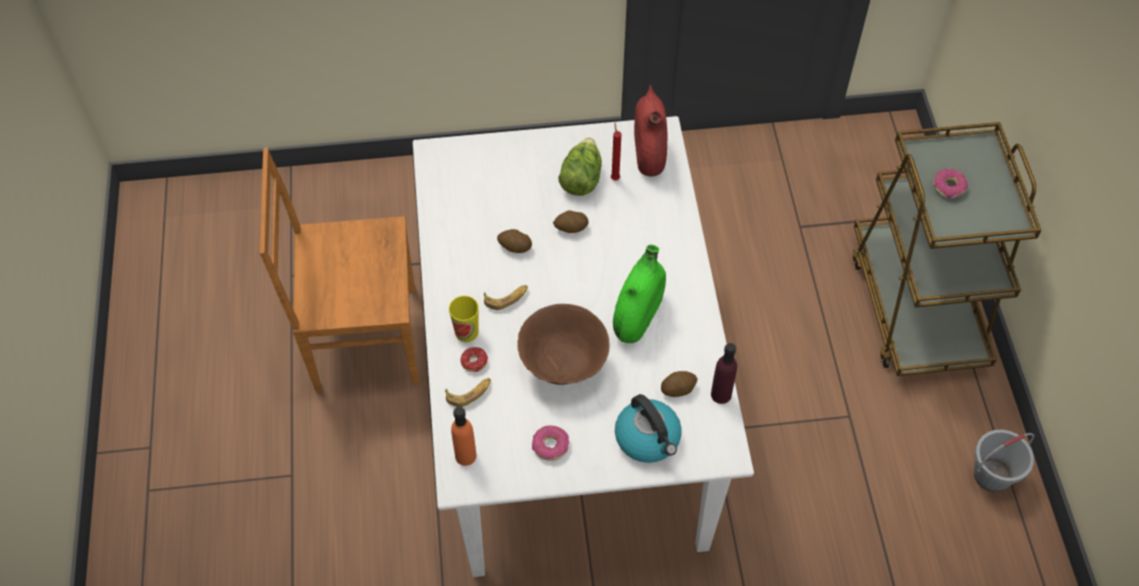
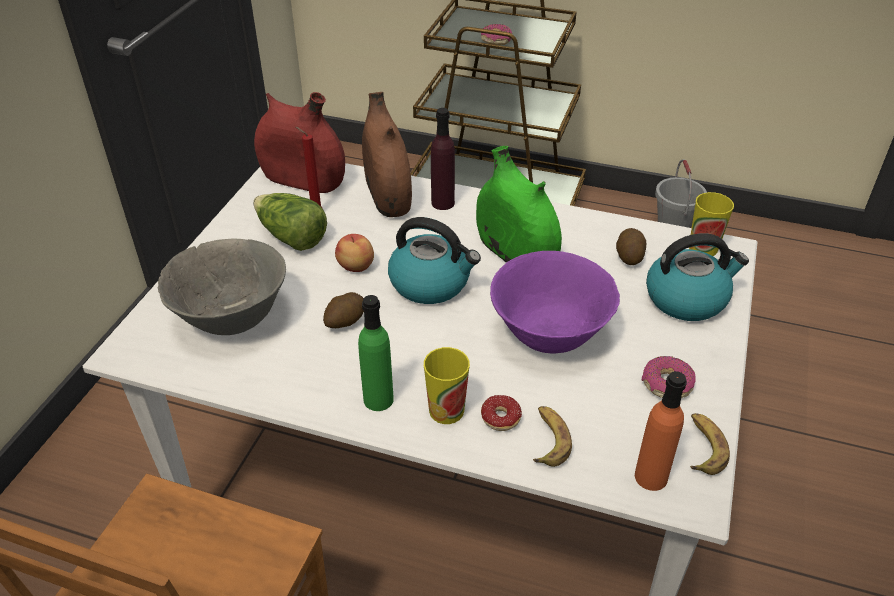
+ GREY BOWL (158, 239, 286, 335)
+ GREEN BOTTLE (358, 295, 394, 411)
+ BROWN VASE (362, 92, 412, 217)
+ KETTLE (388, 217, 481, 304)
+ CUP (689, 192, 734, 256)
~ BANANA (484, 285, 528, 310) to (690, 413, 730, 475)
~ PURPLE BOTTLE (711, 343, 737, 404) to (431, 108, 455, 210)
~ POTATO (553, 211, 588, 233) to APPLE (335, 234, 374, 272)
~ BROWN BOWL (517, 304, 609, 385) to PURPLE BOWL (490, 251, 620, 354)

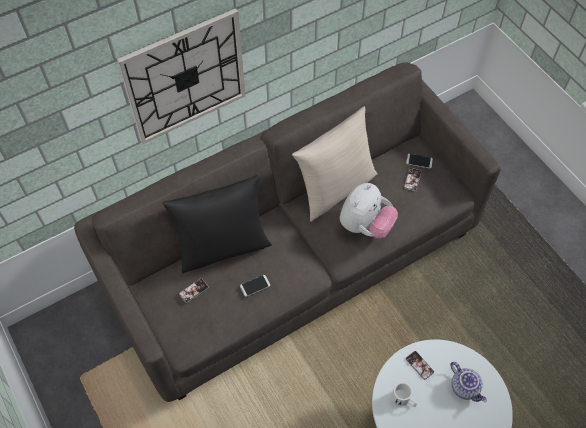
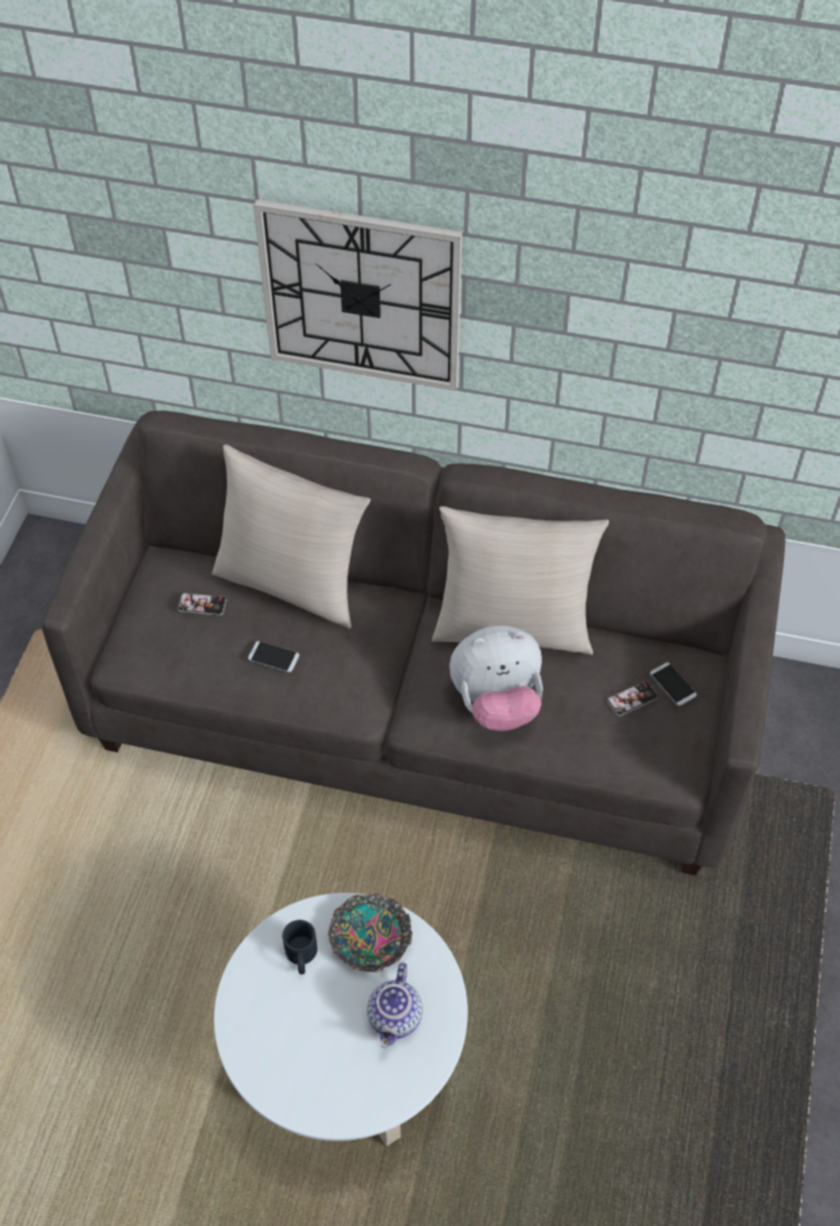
~ PHONE (406, 351, 434, 380) to BOWL (328, 893, 412, 973)
~ BLACK PILLOW (162, 175, 272, 273) to BEIGE PILLOW (212, 444, 371, 628)
~ WHITE MUG (392, 382, 417, 407) to BLACK MUG (282, 920, 317, 974)

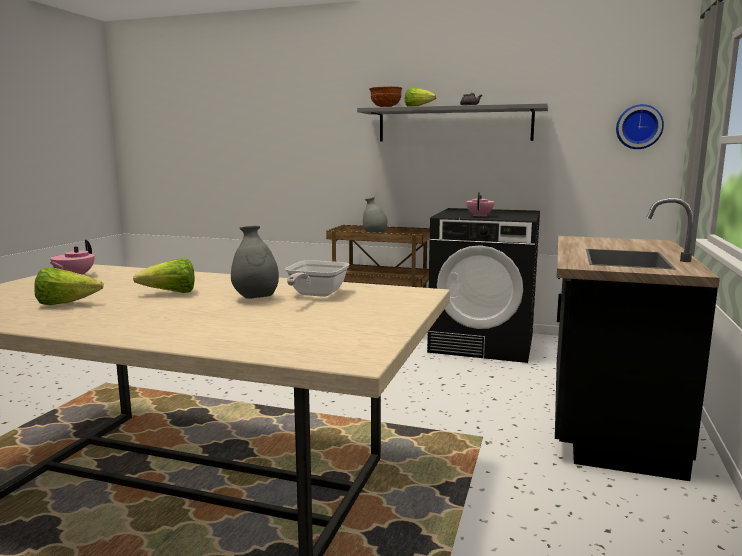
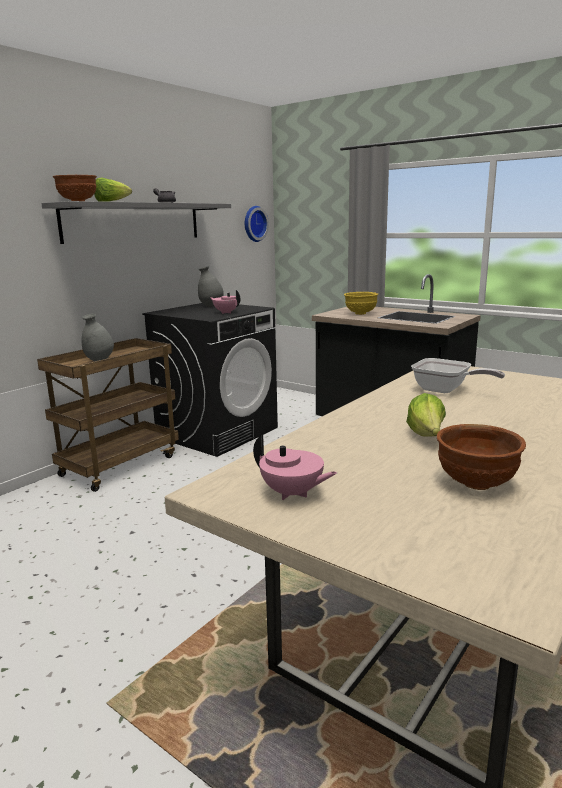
+ YELLOW BOWL (344, 292, 378, 315)
~ GREY VASE (231, 226, 279, 299) to (198, 266, 224, 307)
~ LETTUCE (34, 267, 104, 305) to BROWN BOWL (437, 424, 526, 490)

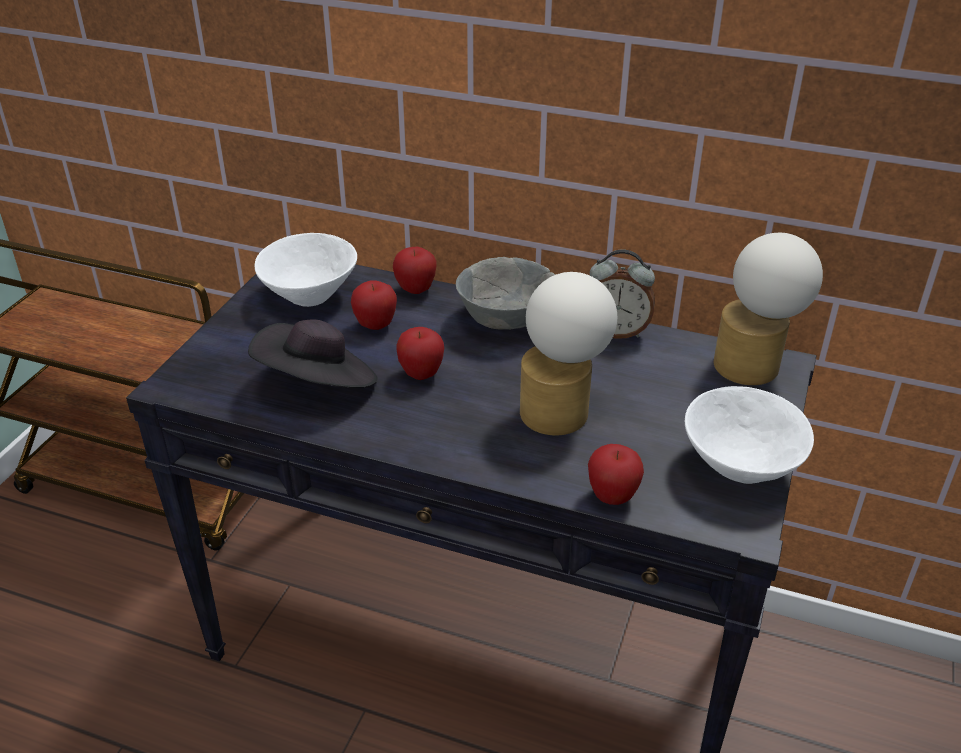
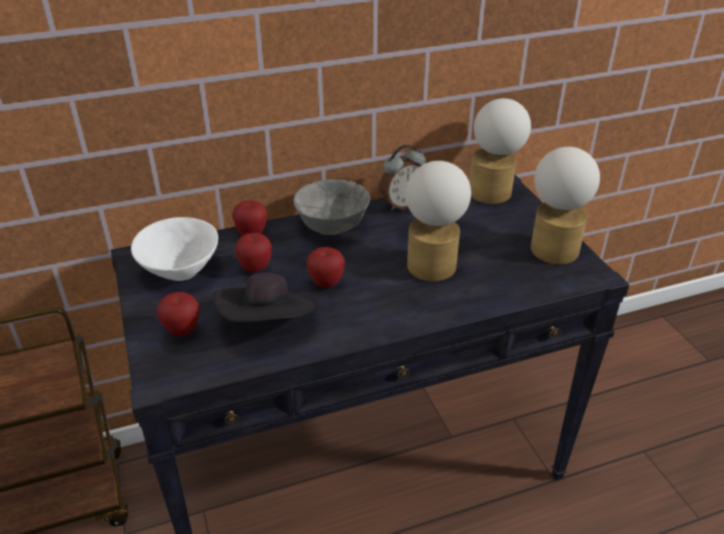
~ APPLE (588, 444, 644, 505) to (157, 292, 200, 336)
~ WHITE BOWL (685, 386, 814, 484) to TABLE LAMP (531, 147, 600, 264)

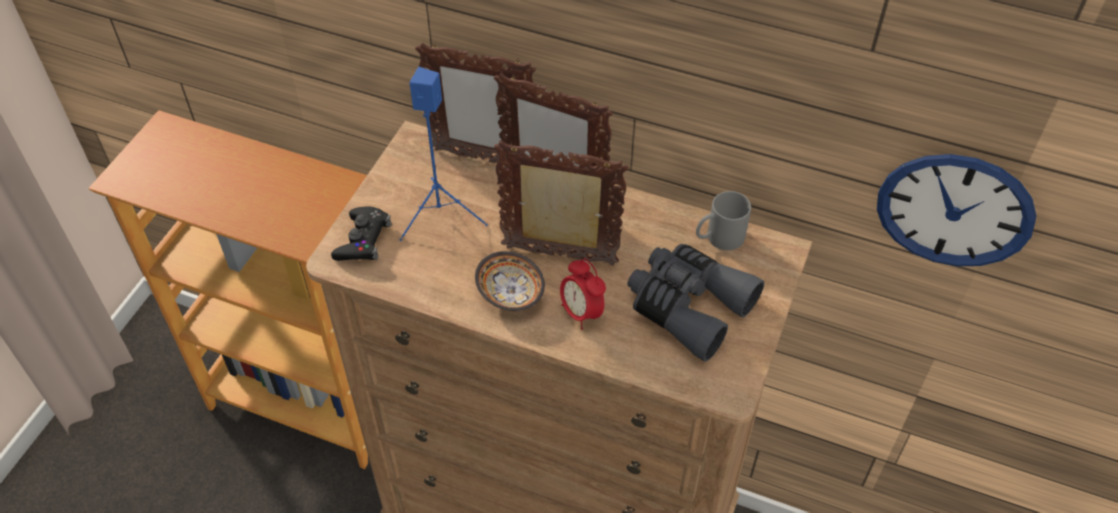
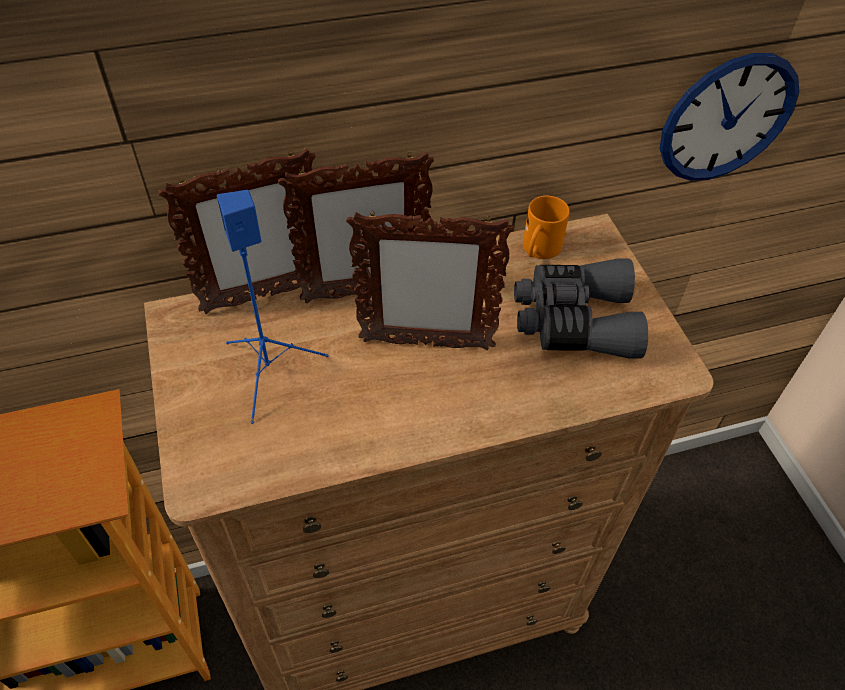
- BLACK GAME CONTROLLER (331, 206, 391, 261)
- BOWL (475, 251, 545, 311)
- ALARM CLOCK (560, 258, 606, 330)
~ GREY MUG (696, 191, 751, 250) to ORANGE MUG (523, 196, 570, 259)
~ PICTURE FRAME (494, 141, 629, 266) = (346, 210, 514, 350) 150 degrees counterclockwise

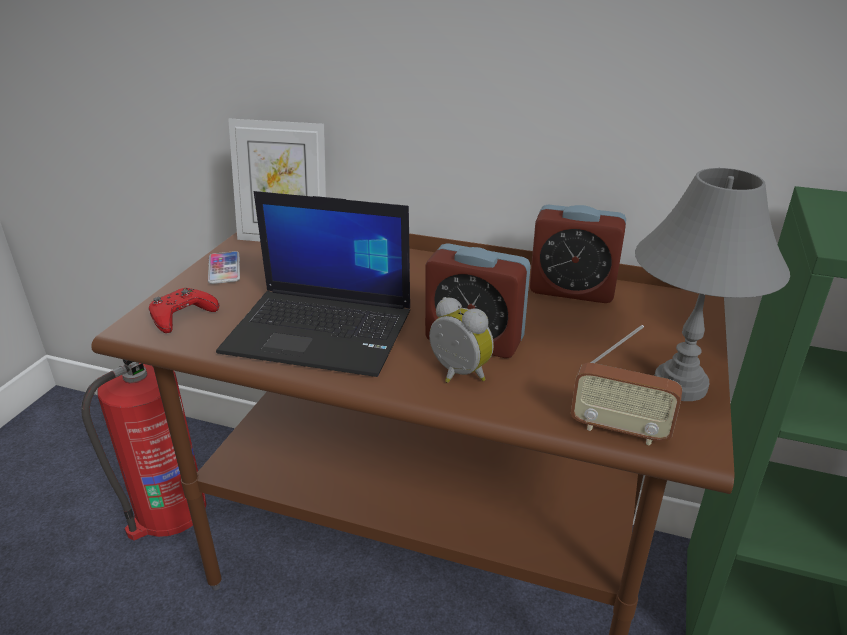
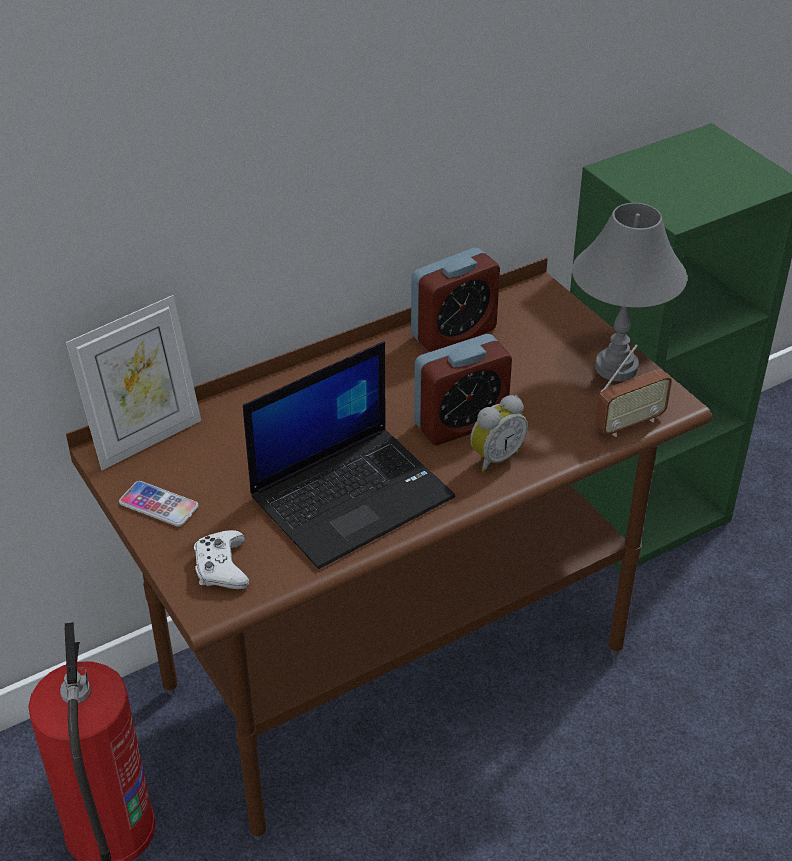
~ RED GAME CONTROLLER (149, 288, 220, 333) to WHITE GAME CONTROLLER (194, 530, 250, 589)
~ ALARM CLOCK (429, 297, 494, 383) = (470, 395, 528, 472) 150 degrees clockwise

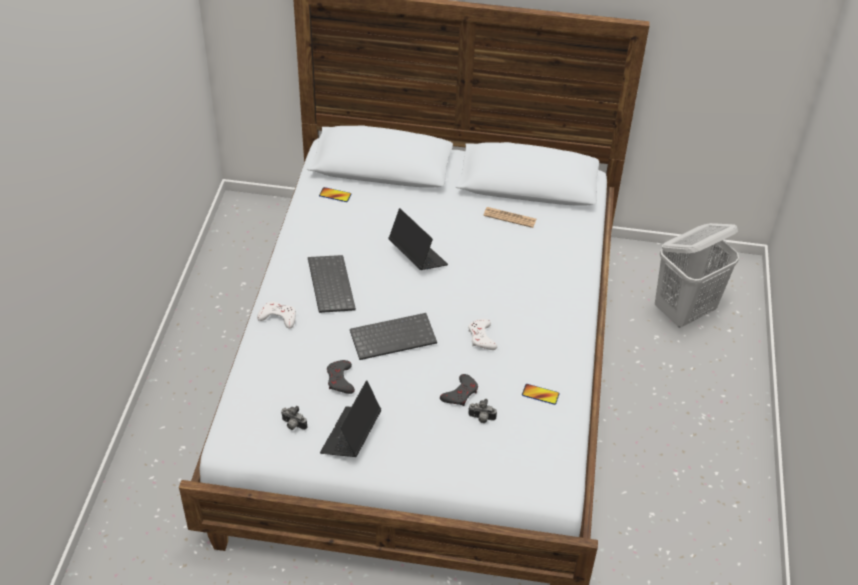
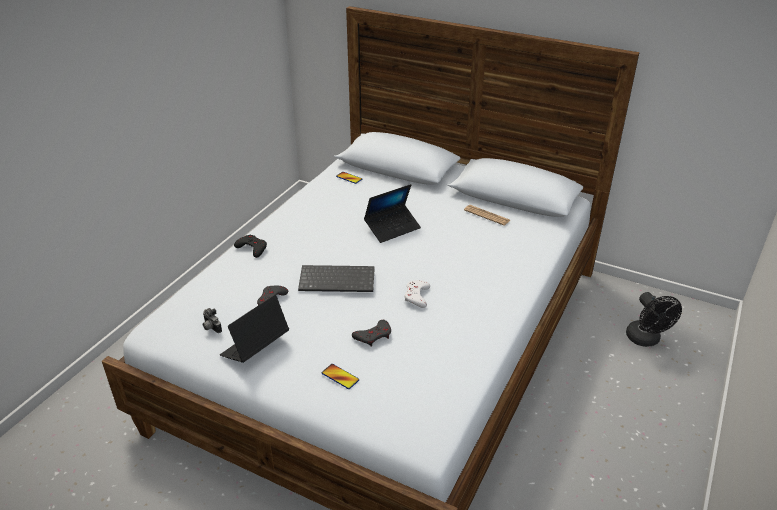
- KEYBOARD (308, 255, 356, 313)
- PHOTO CAMERA (468, 399, 497, 423)
~ PHONE (522, 384, 560, 405) to (322, 364, 359, 389)
~ WHITE LAUNDRY BASKET (655, 223, 739, 328) to BLACK FAN (626, 292, 682, 347)
~ WHITE GAME CONTROLLER (257, 301, 296, 329) to BLACK GAME CONTROLLER (234, 234, 267, 258)
~ LAPTOP (388, 208, 448, 270) = (364, 184, 421, 243) 75 degrees clockwise

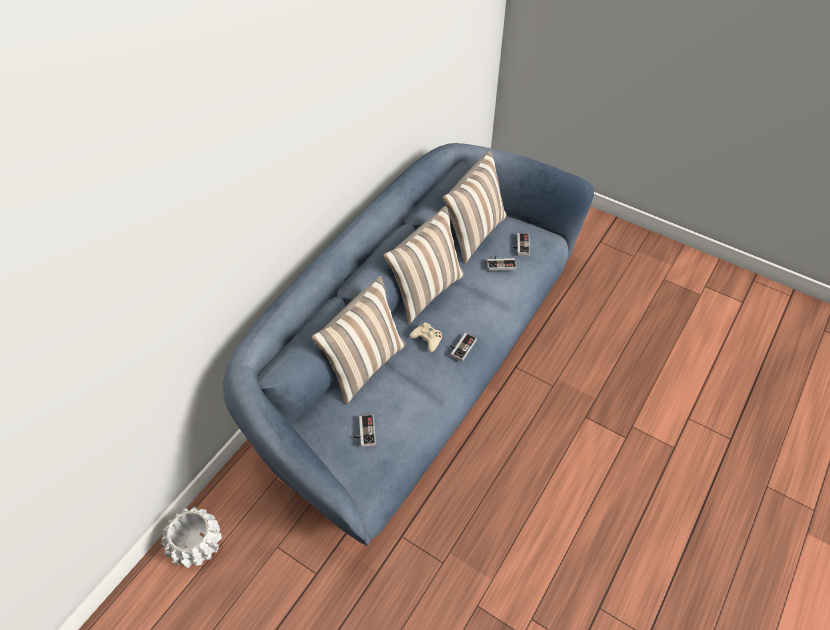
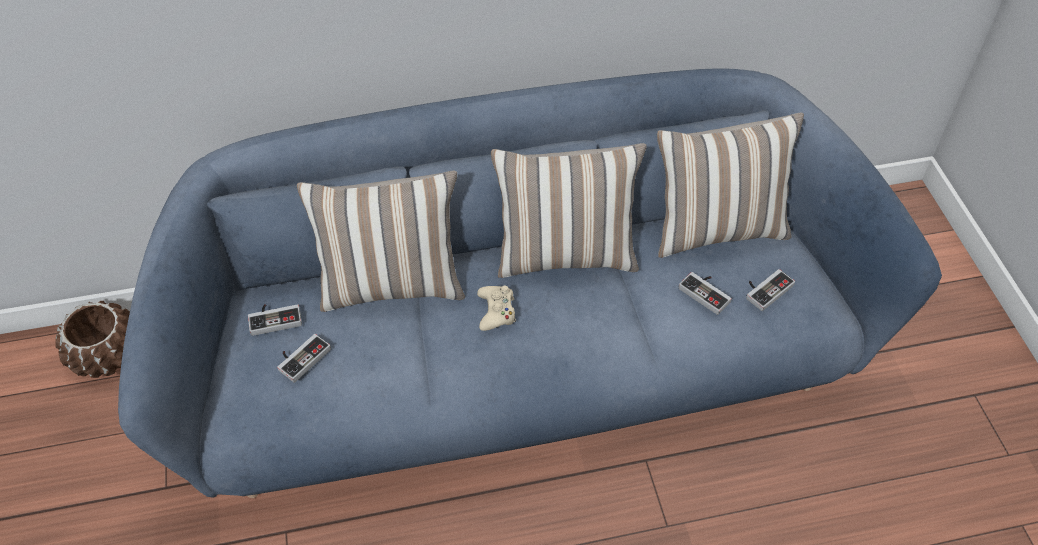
~ GAME CONTROLLER (450, 333, 477, 362) to (248, 304, 302, 336)
~ WHITE PLANTER (161, 507, 222, 568) to BROWN PLANTER (55, 301, 130, 378)

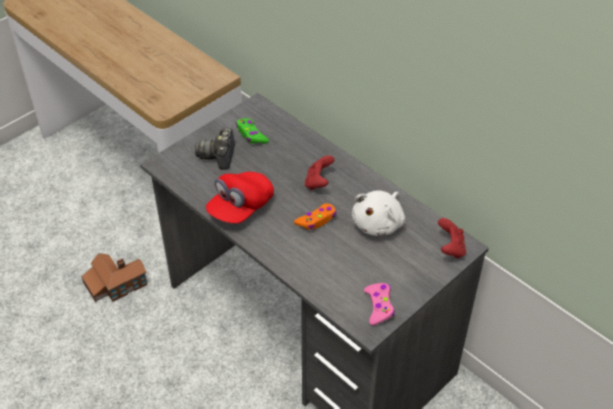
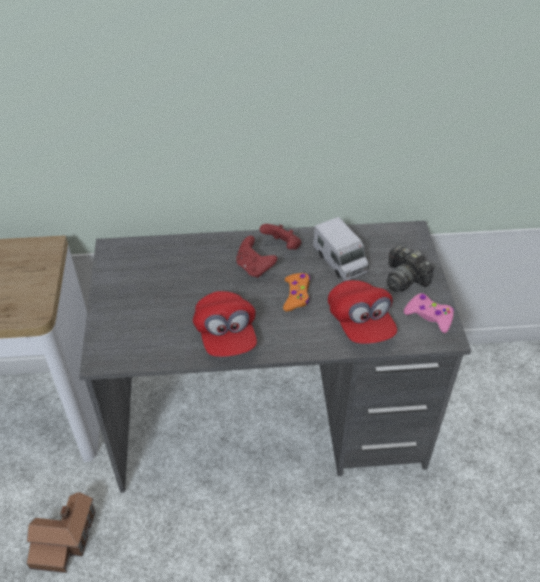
- GREEN GAME CONTROLLER (236, 118, 269, 144)
+ RED CAP (328, 280, 397, 344)
~ PHOTO CAMERA (195, 128, 235, 170) to (387, 245, 434, 292)
~ RED GAME CONTROLLER (438, 218, 466, 259) to (259, 224, 301, 250)
~ WHITE PLUSH TOY (352, 190, 405, 236) to TOY TRUCK (313, 217, 369, 281)

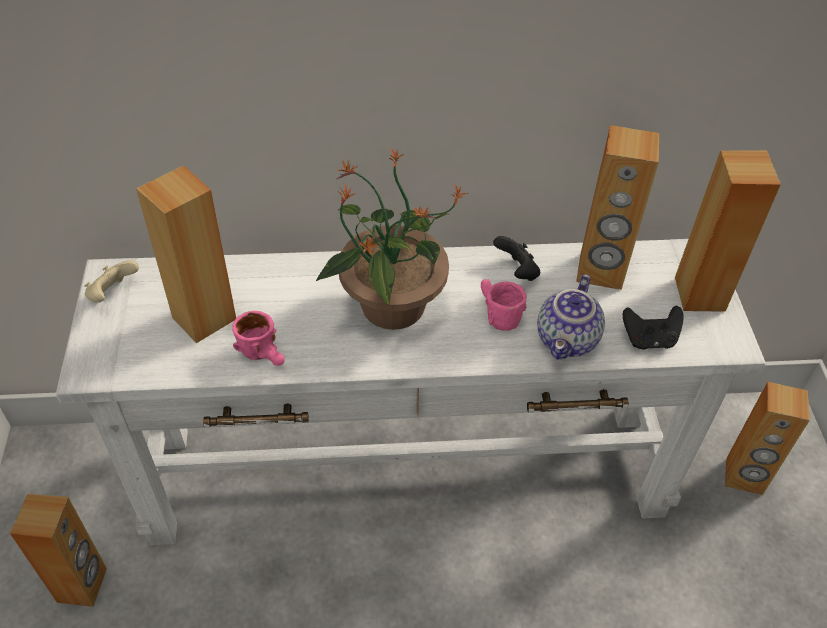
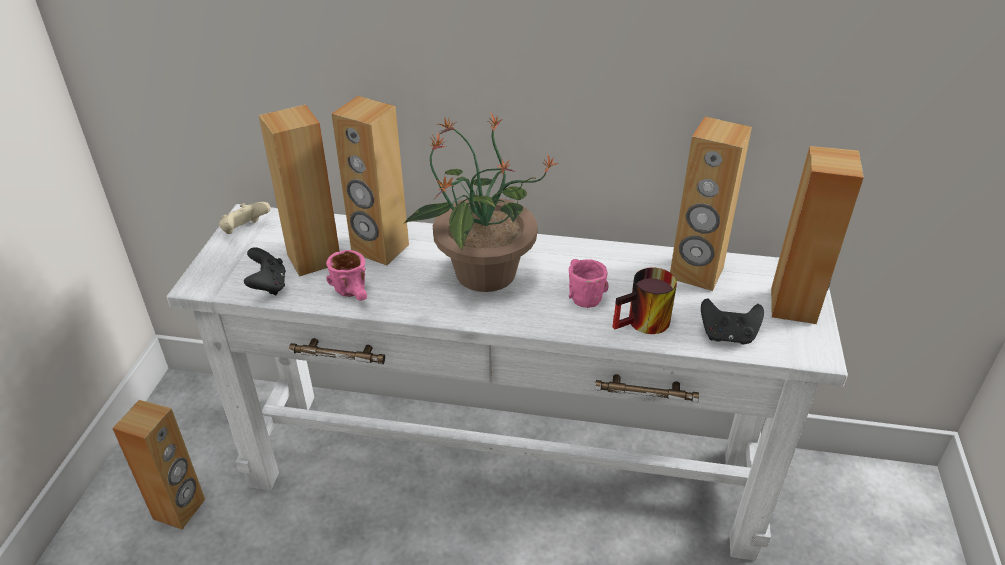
~ BLACK GAME CONTROLLER (493, 236, 540, 281) to (244, 247, 286, 295)
~ BROWN SPEAKER (725, 382, 810, 495) to (332, 96, 409, 266)
~ TEAPOT (537, 274, 605, 360) to MUG (613, 267, 677, 334)

